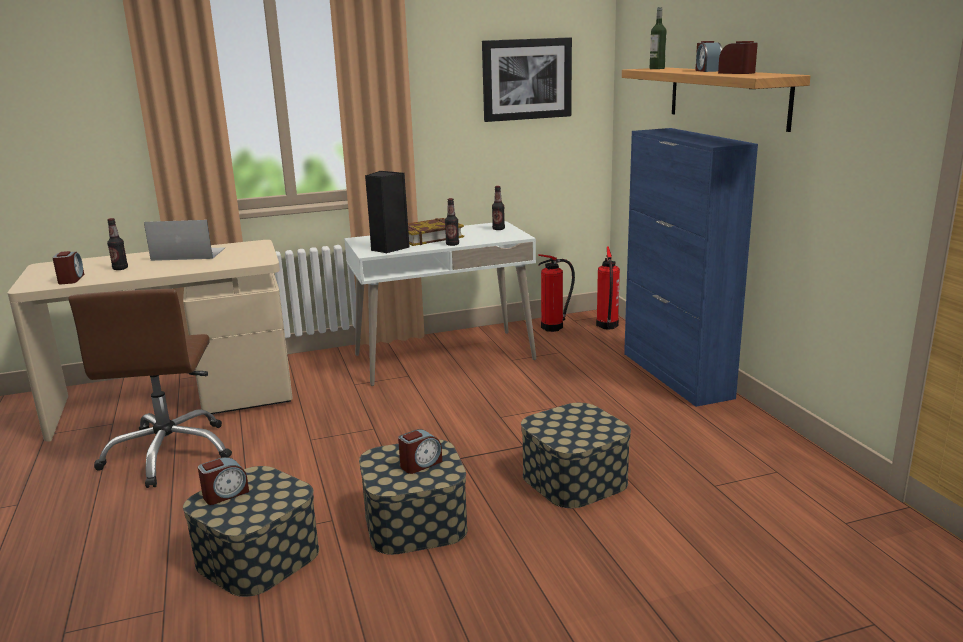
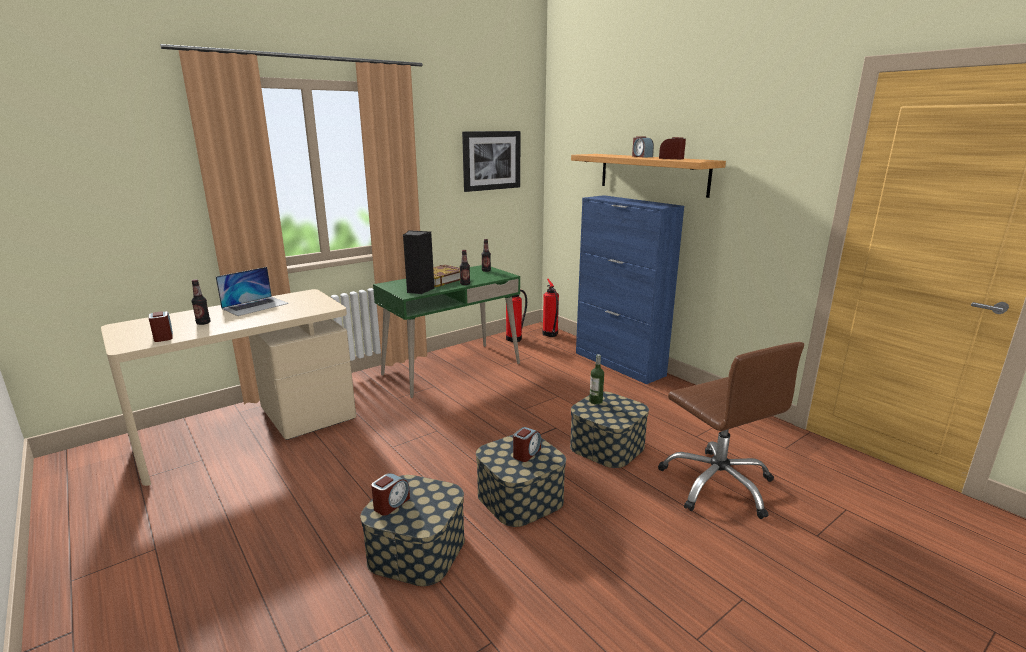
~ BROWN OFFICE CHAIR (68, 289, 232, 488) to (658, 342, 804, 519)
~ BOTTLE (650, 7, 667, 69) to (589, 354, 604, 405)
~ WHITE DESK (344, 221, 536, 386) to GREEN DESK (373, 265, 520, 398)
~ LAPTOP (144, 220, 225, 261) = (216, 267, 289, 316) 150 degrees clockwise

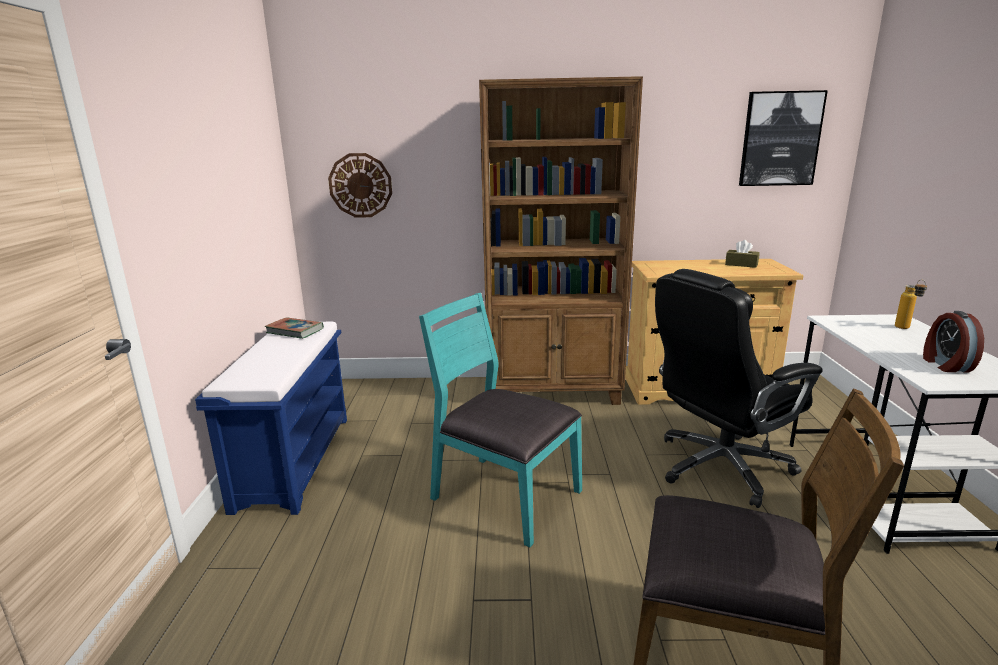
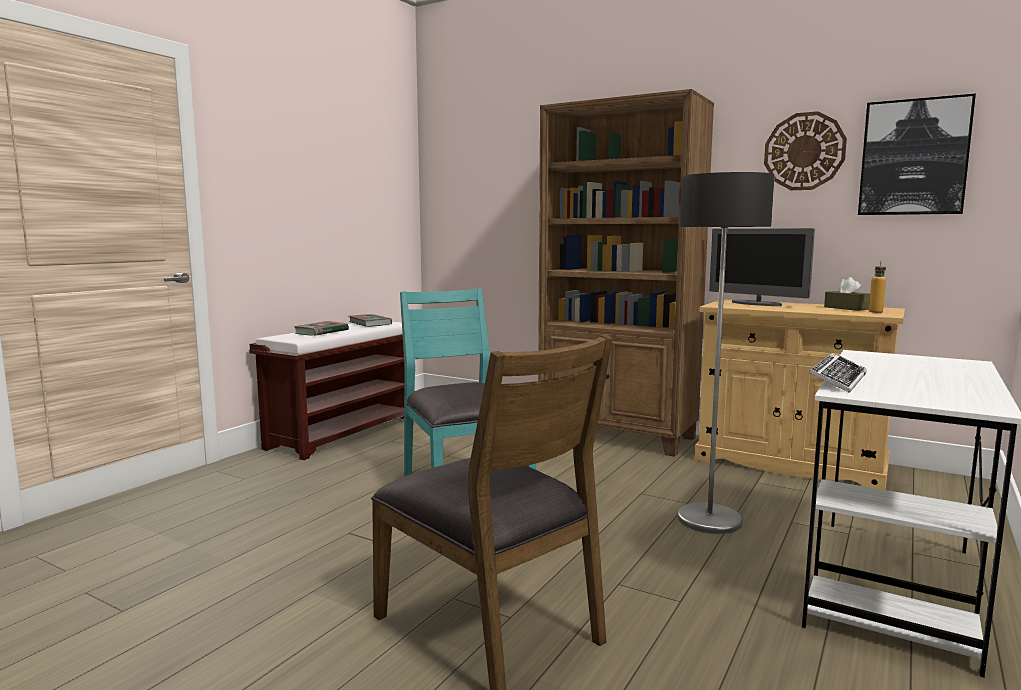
- ALARM CLOCK (923, 311, 984, 372)
+ BOOK (294, 321, 349, 336)
+ MONITOR (709, 228, 815, 306)
+ KEYBOARD (809, 353, 867, 393)
~ WALL CLOCK (328, 153, 392, 218) to (764, 111, 847, 190)
~ BOTTLE (895, 279, 927, 329) to (869, 261, 886, 313)
~ BLACK OFFICE CHAIR (655, 269, 823, 508) to FLOOR LAMP (677, 172, 775, 534)
~ BLUE BENCH (195, 322, 347, 515) to BROWN BENCH (249, 322, 404, 460)

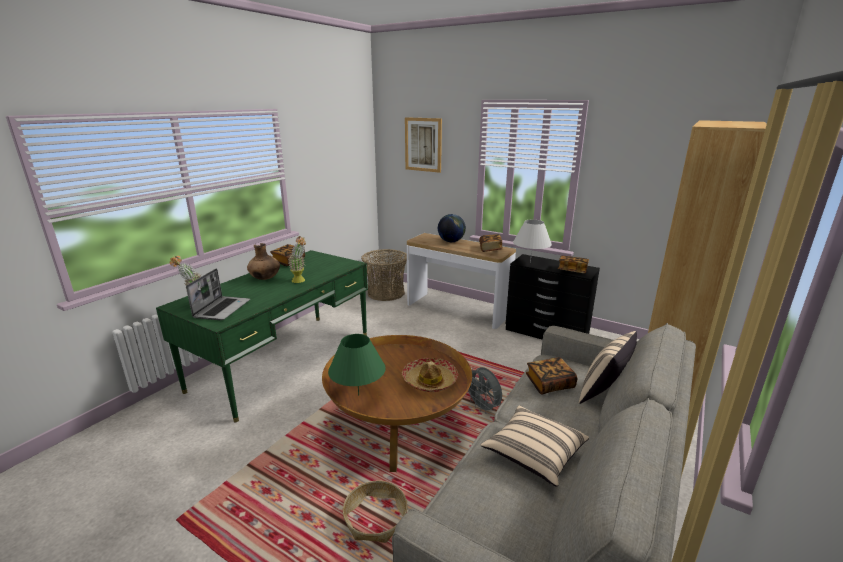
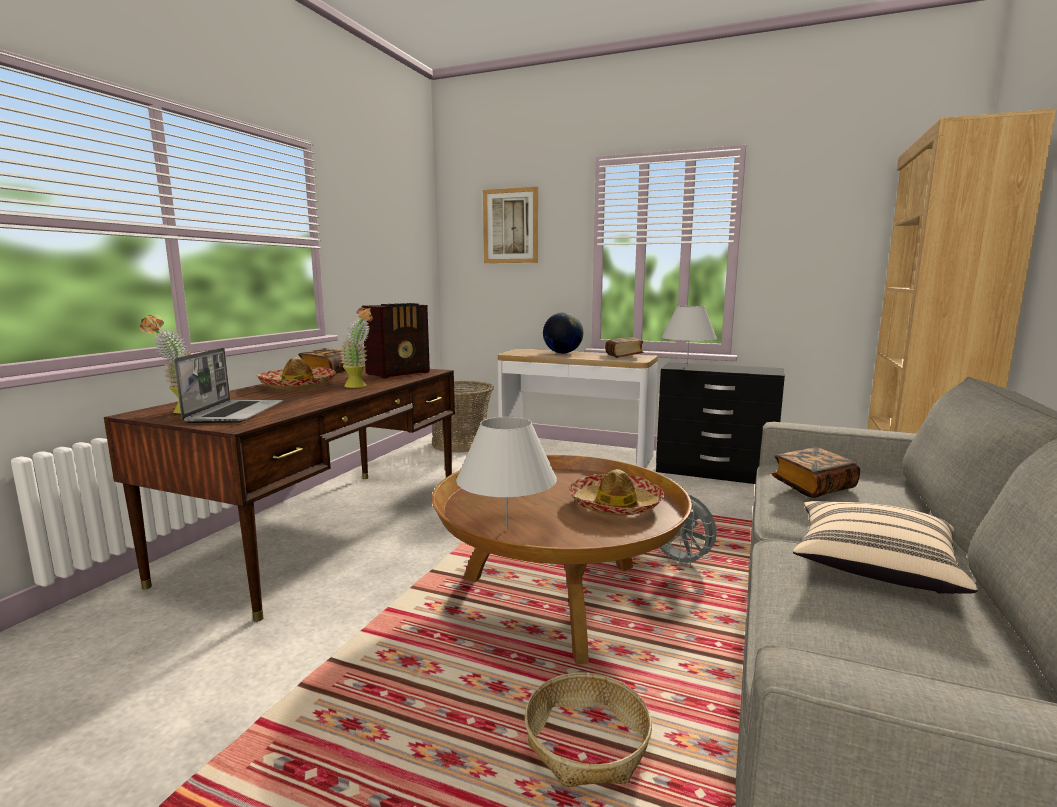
- BOOK (558, 256, 589, 274)
- BEIGE PILLOW (579, 331, 637, 404)
+ RADIO (362, 303, 430, 378)
~ BROWN VASE (247, 243, 280, 280) to HAT (256, 357, 336, 390)
~ GREEN DESK (156, 250, 368, 422) to BROWN DESK (104, 368, 455, 622)
~ GREEN TABLE LAMP (328, 334, 386, 395) to WHITE TABLE LAMP (456, 417, 557, 530)

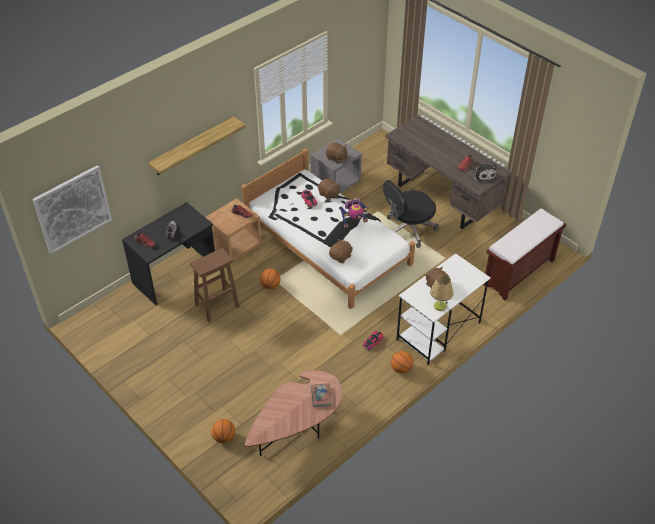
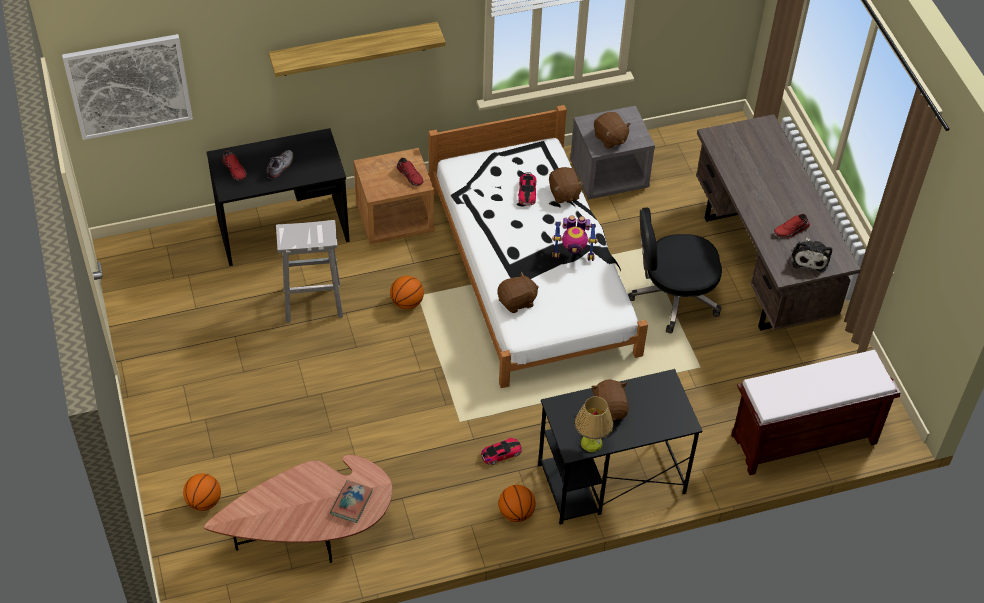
~ BROWN STOOL (190, 248, 240, 322) to WHITE STOOL (276, 220, 343, 322)
~ WHITE DESK (396, 253, 491, 365) to BLACK DESK (538, 369, 702, 524)

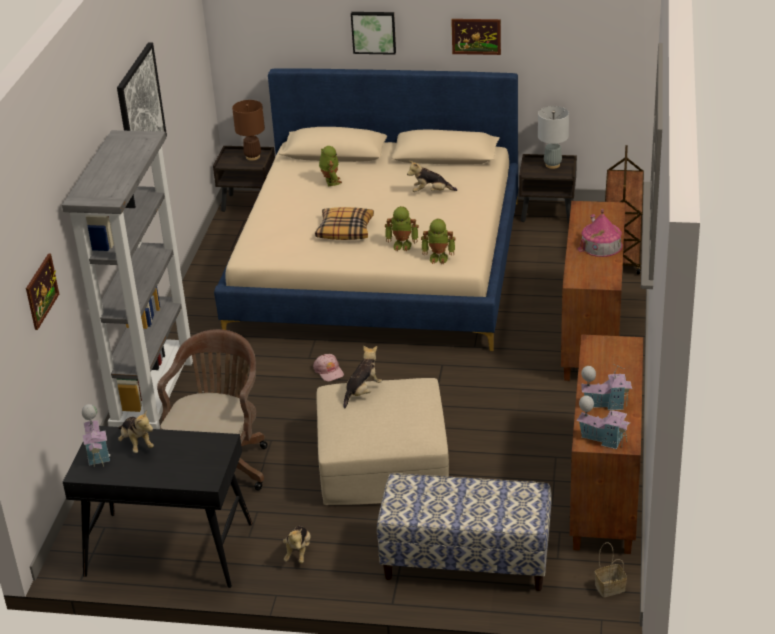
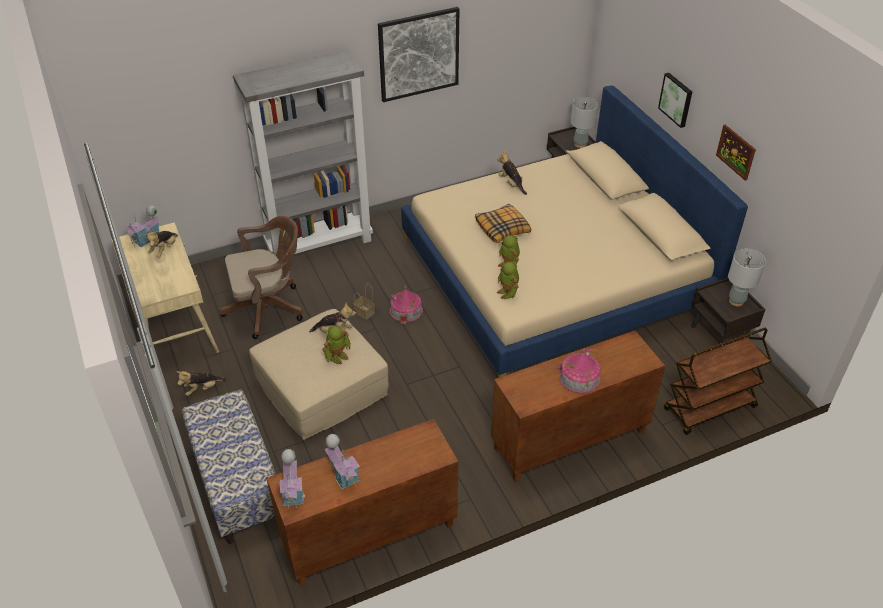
- PICTURE (26, 253, 59, 330)
~ TOY ROBOT (319, 146, 342, 186) to (322, 326, 351, 365)
~ PLUSH TOY (407, 161, 457, 192) to (497, 150, 527, 195)
~ BASKET (595, 542, 627, 598) to (353, 283, 375, 320)
~ PINK CAP (313, 354, 344, 382) to TOY HOUSE (390, 286, 423, 324)
~ BLACK DESK (63, 426, 253, 588) to BEIGE DESK (112, 222, 219, 353)
~ BROWN TABLE LAMP (232, 100, 265, 161) to GREY TABLE LAMP (571, 97, 598, 148)

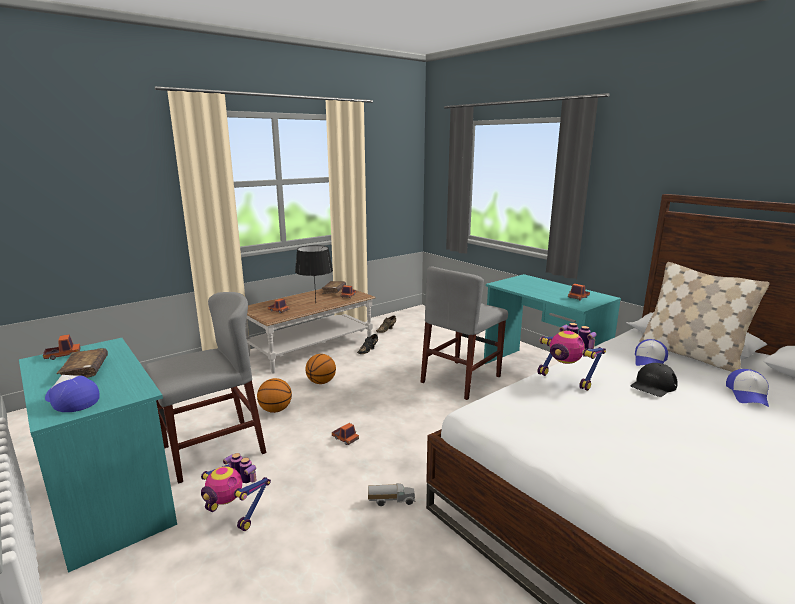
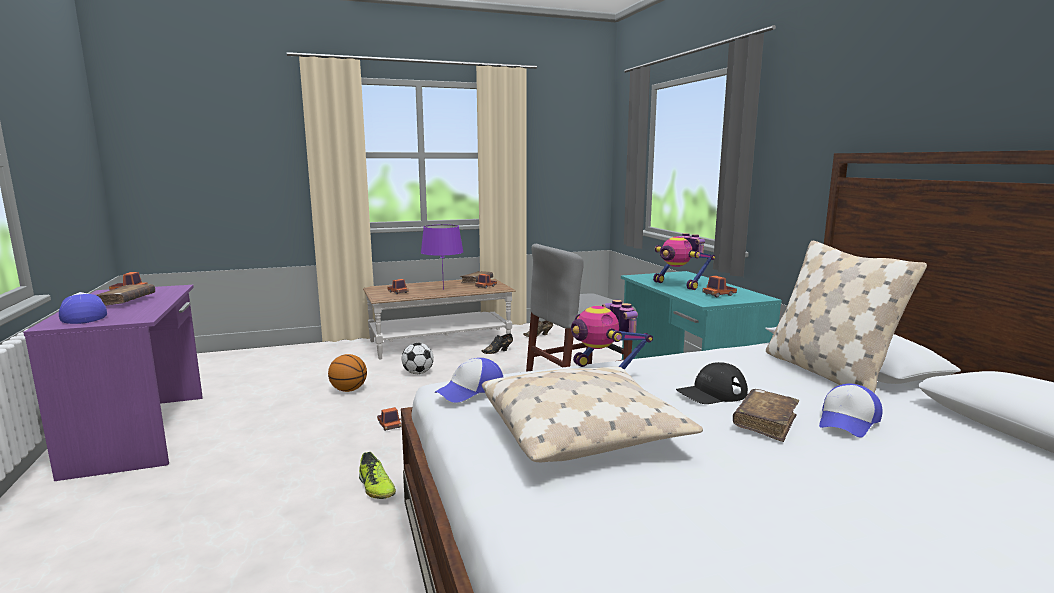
- GREY CHAIR (145, 292, 266, 484)
+ BEIGE PILLOW (482, 367, 703, 462)
+ BROWN BOOK (733, 389, 799, 442)
~ TOY ROBOT (201, 453, 271, 531) to (653, 233, 715, 290)
~ CAP (635, 339, 668, 366) to (434, 358, 503, 403)
~ BASKETBALL (305, 354, 336, 384) to FOOTBALL (402, 343, 434, 374)
~ TOY TRUCK (368, 483, 415, 506) to SHOE (359, 452, 396, 499)
~ TURQUOISE DESK (19, 338, 177, 573) to PURPLE DESK (23, 285, 203, 481)
~ BLACK TABLE LAMP (295, 245, 333, 301) to PURPLE TABLE LAMP (421, 224, 464, 290)

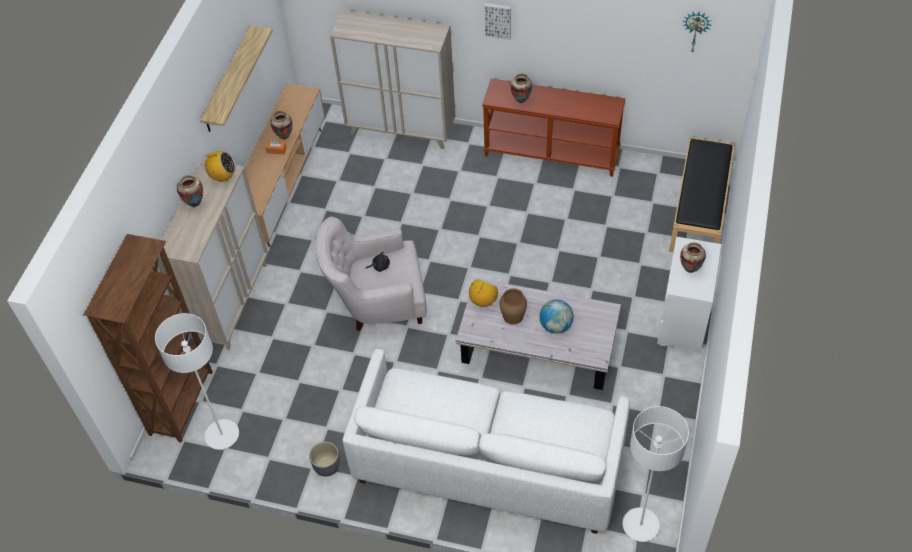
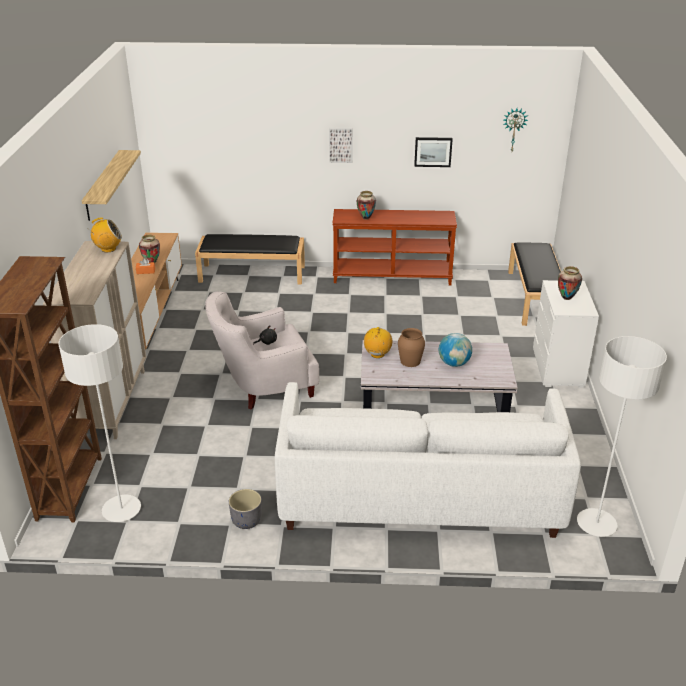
- VASE (177, 175, 203, 207)
+ PICTURE (414, 137, 453, 167)
~ BEIGE CABINET (330, 10, 455, 149) to BLACK BENCH (195, 234, 305, 285)

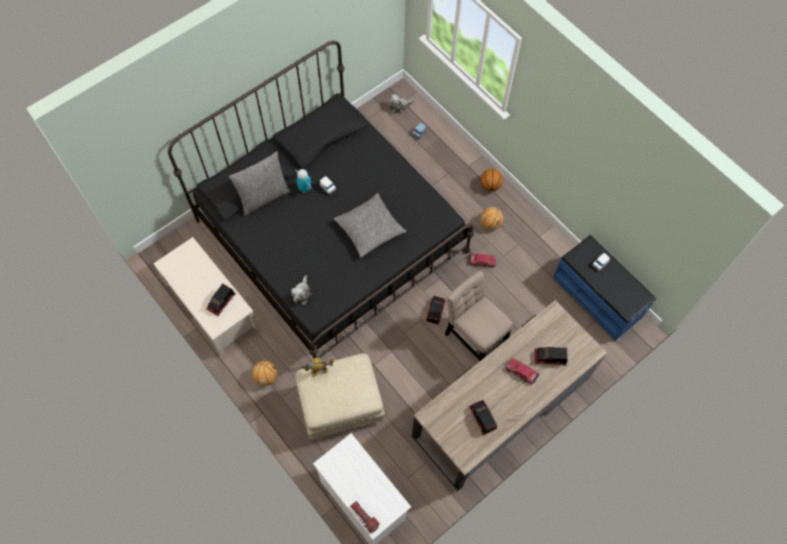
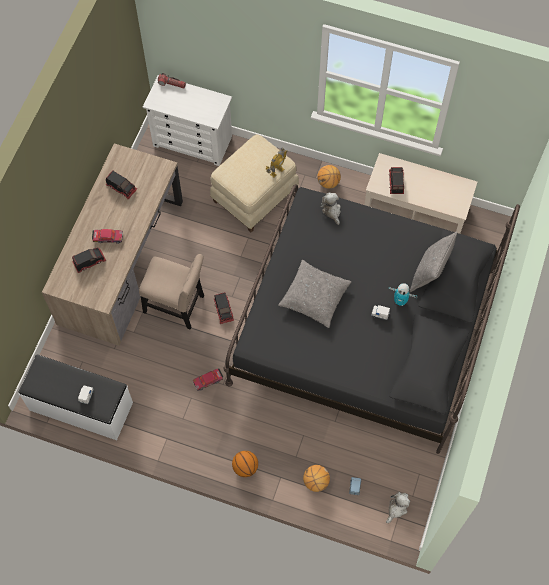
~ BASKETBALL (480, 207, 503, 230) to (303, 465, 330, 492)
~ BLUE BENCH (553, 235, 656, 341) to WHITE BENCH (19, 355, 133, 440)

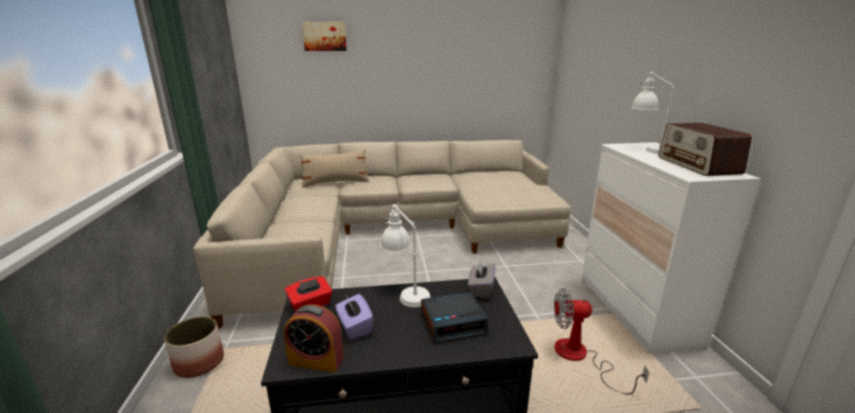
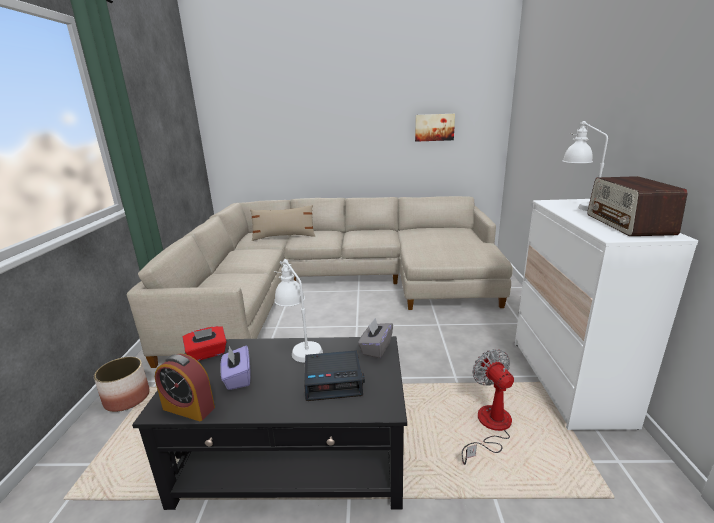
~ PICTURE (302, 22, 347, 51) to (415, 114, 455, 142)
~ FAN (554, 288, 649, 395) = (462, 349, 514, 465) 60 degrees clockwise

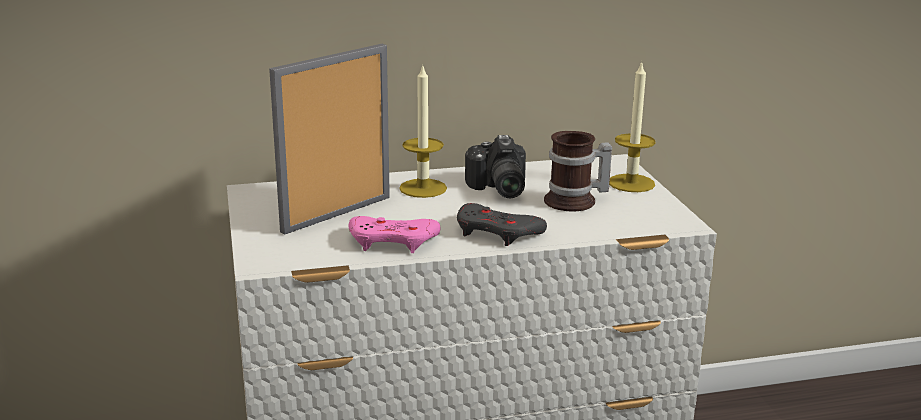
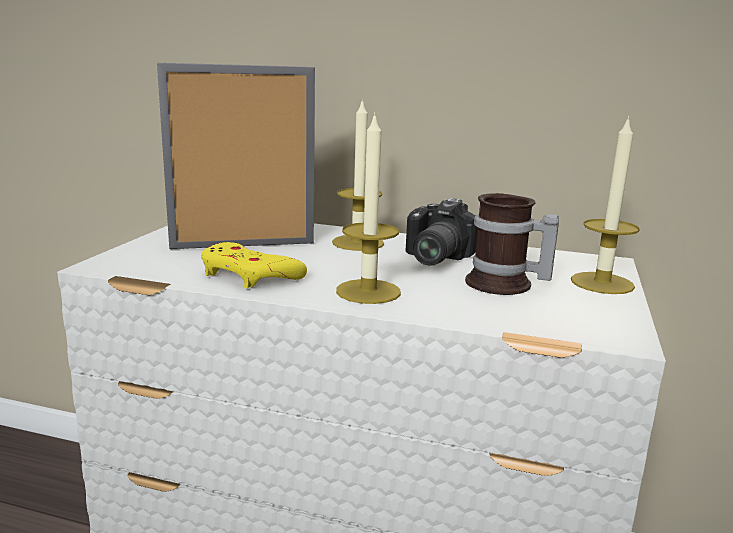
~ GREY GAME CONTROLLER (457, 203, 547, 246) to CANDLE (336, 112, 401, 304)
~ PINK GAME CONTROLLER (349, 216, 441, 253) to YELLOW GAME CONTROLLER (201, 242, 307, 288)

